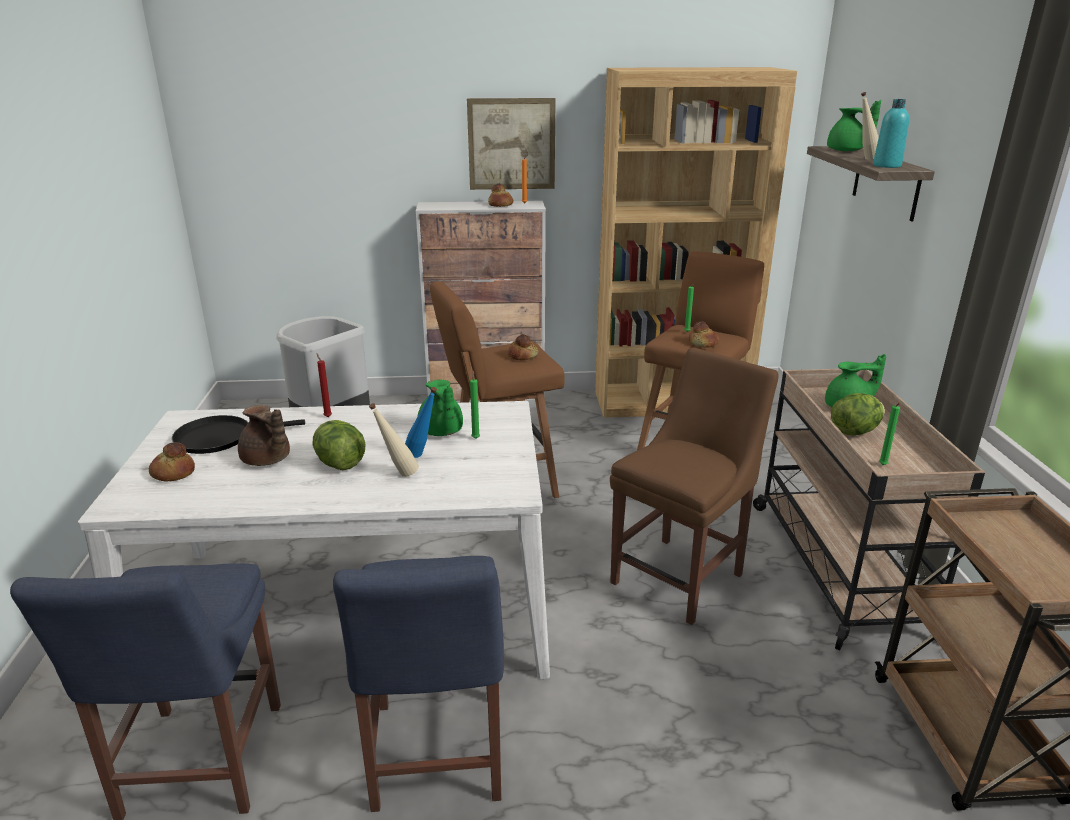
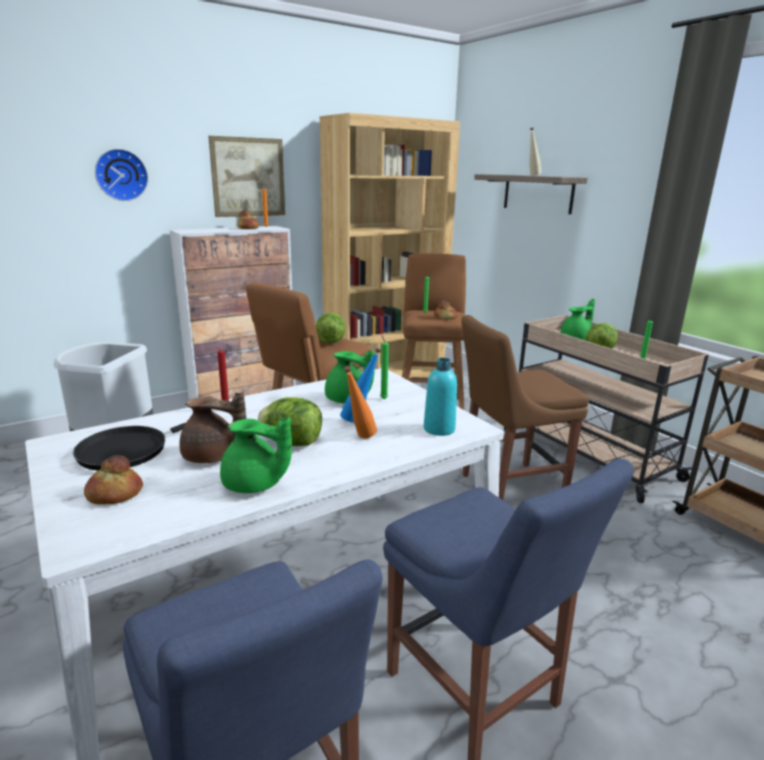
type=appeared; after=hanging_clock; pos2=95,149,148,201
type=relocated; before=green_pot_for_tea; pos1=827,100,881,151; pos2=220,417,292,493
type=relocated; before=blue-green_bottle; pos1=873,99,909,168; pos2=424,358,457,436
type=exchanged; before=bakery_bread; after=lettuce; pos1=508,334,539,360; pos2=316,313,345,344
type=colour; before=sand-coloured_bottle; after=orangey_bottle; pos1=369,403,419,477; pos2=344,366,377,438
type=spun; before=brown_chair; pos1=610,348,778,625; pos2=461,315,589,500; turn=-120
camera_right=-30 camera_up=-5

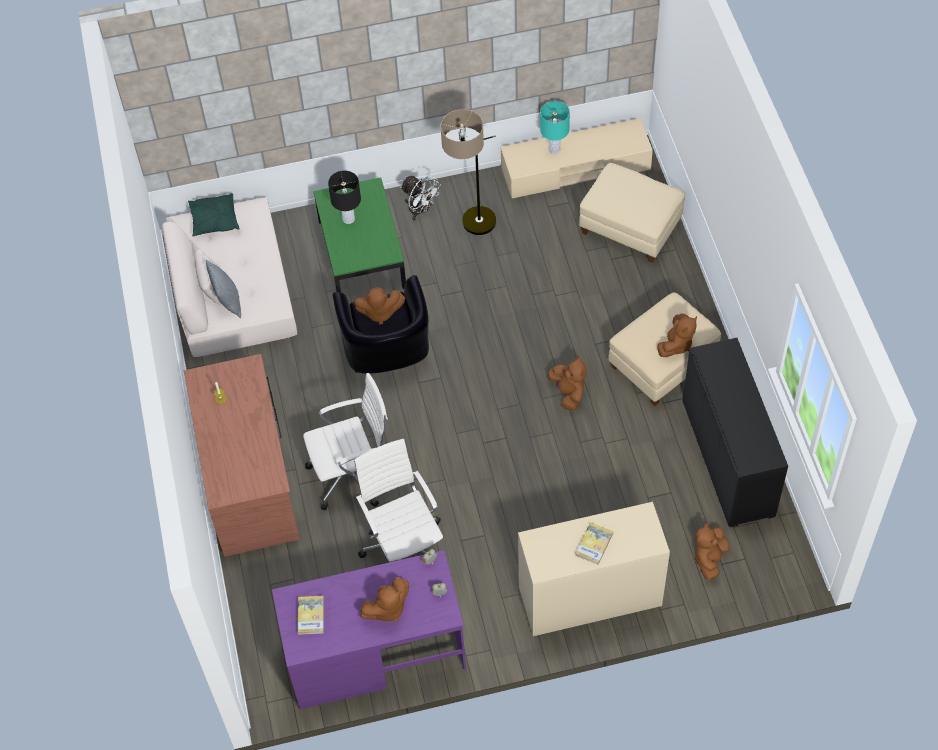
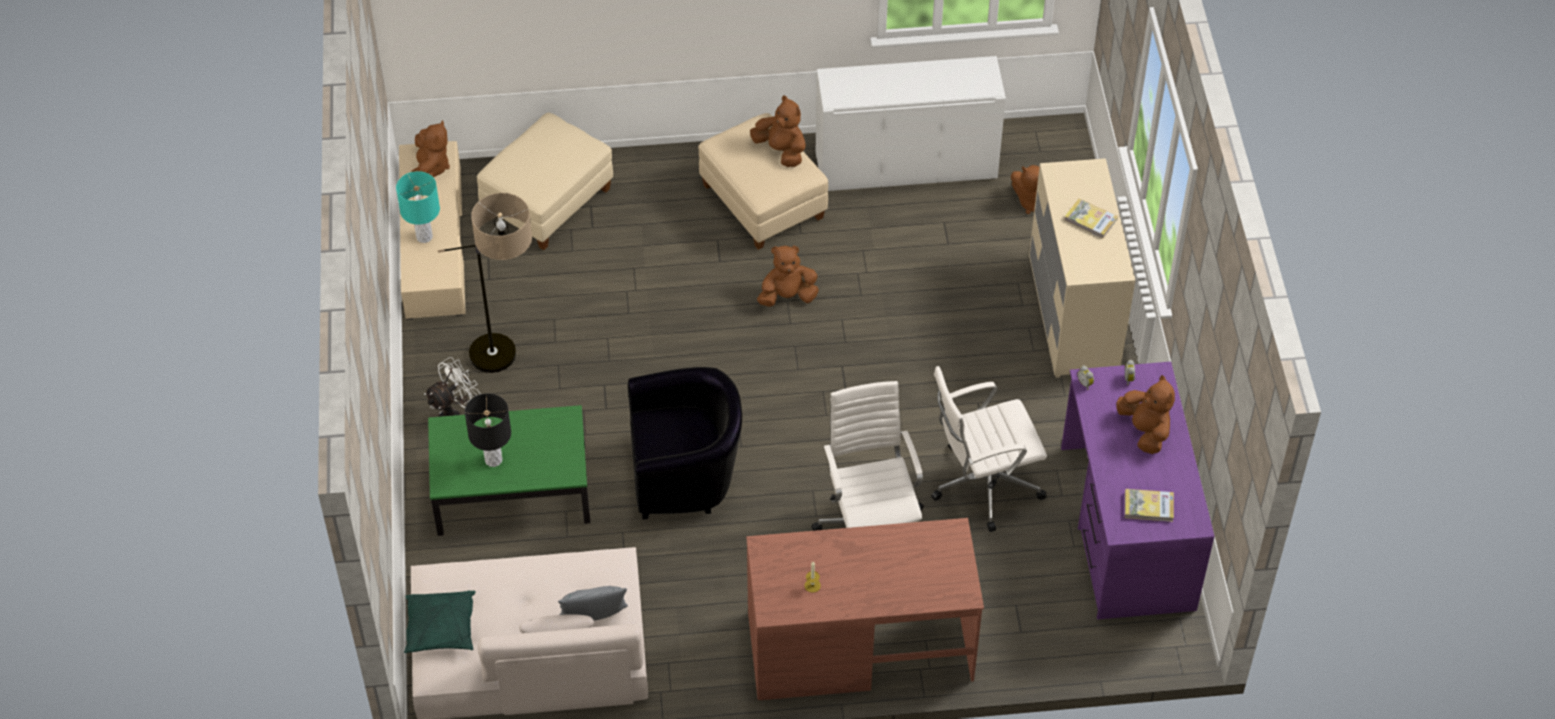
type=relocated; before=brown_cuddly_toy; pos1=354,287,405,325; pos2=411,120,450,178
type=colour; before=black-coloured_storage_cabinet; after=white-coloured_storage_cabinet; pos1=683,338,788,527; pos2=815,56,1006,191
camera_right=-85 camera_up=-5

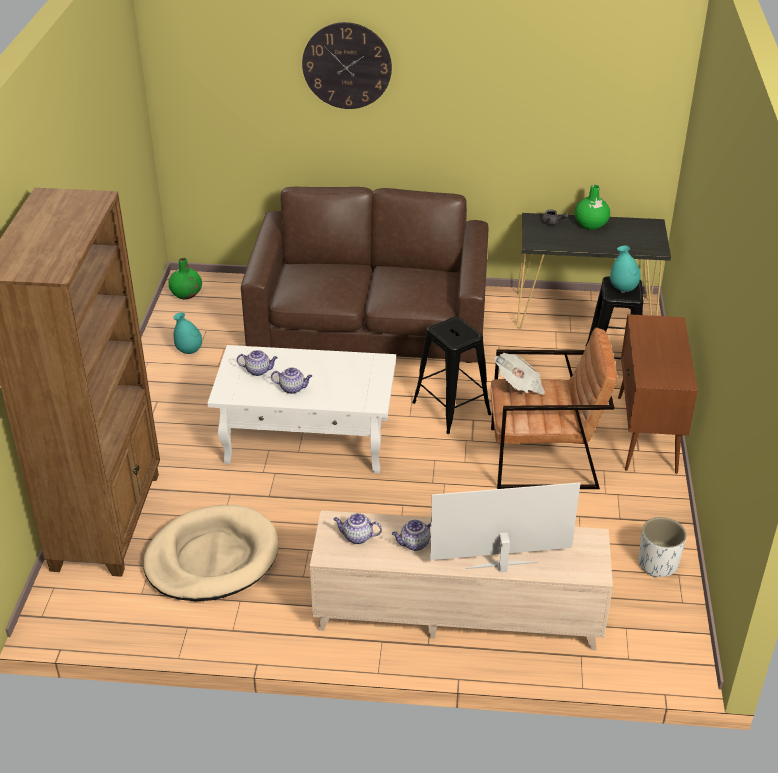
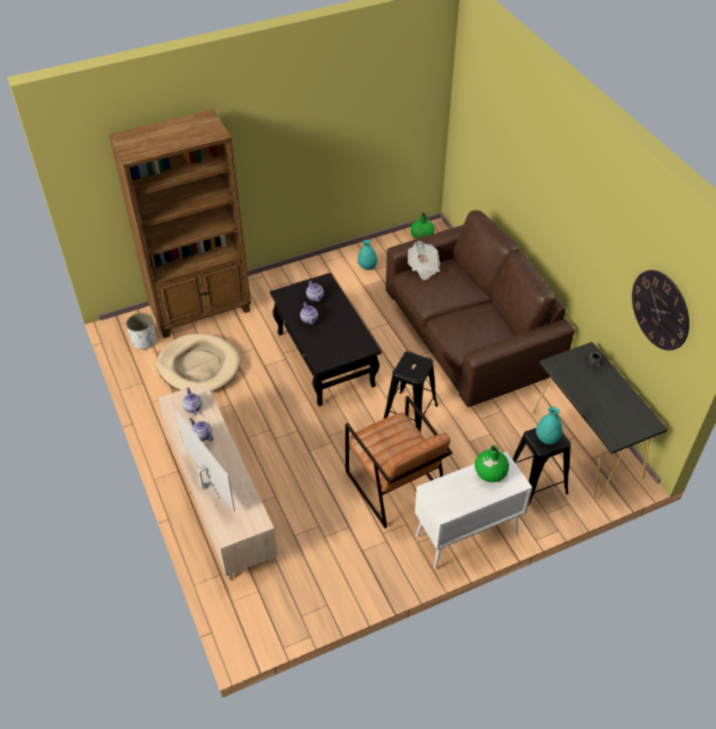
type=relocated; before=hanging_clock; pos1=302,22,392,109; pos2=632,270,689,351
type=relocated; before=printed_paper; pos1=494,353,545,395; pos2=407,241,440,280
type=relocated; before=green_decorative_vase; pos1=575,185,610,230; pos2=475,445,509,482
type=relocated; before=white-coloured_plant_pot; pos1=638,517,687,577; pos2=126,313,156,350
type=colour; before=white-coloured_low_table; after=black-coloured_low_table; pos1=207,345,396,474; pos2=270,273,382,406
type=colour; before=brown_storage_cabinet; after=white-coloured_storage_cabinet; pos1=618,314,698,474; pos2=415,451,533,570
camera_right=60 camera_up=10

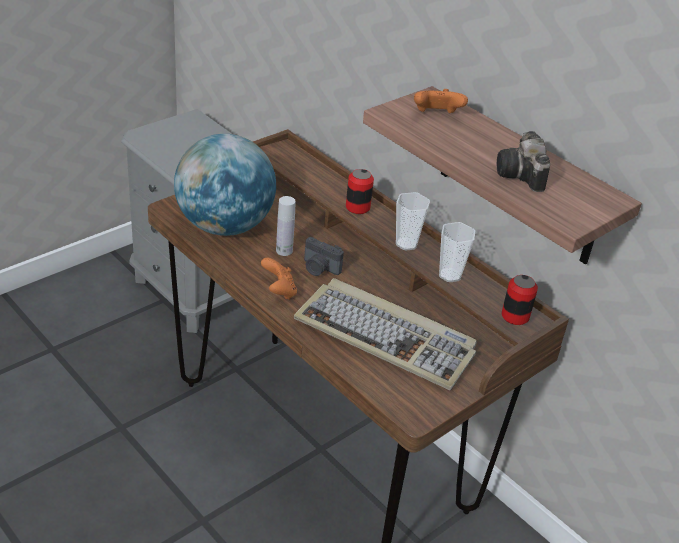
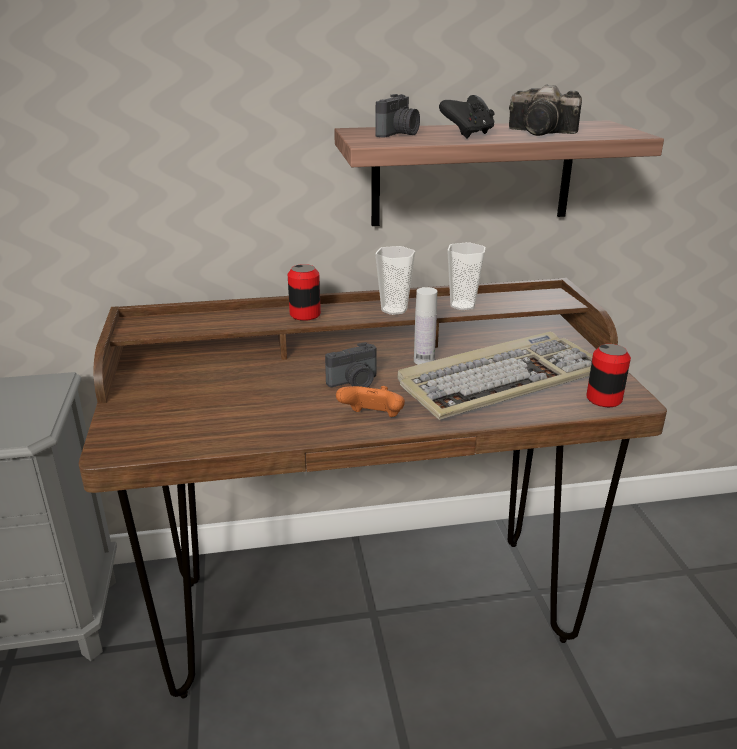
type=missing; before=globe; pos1=174,134,276,236
type=appeared; after=black-coloured_gamepad; pos2=439,95,494,139
type=relocated; before=white-coloured_bottle; pos1=276,196,296,256; pos2=414,287,437,365
type=relocated; before=metal_can; pos1=502,275,538,325; pos2=586,344,631,407
type=exchanged; before=orangey_gamepad; after=still_camera; pos1=414,89,468,113; pos2=375,94,420,137
camera_right=-55 camera_up=-10

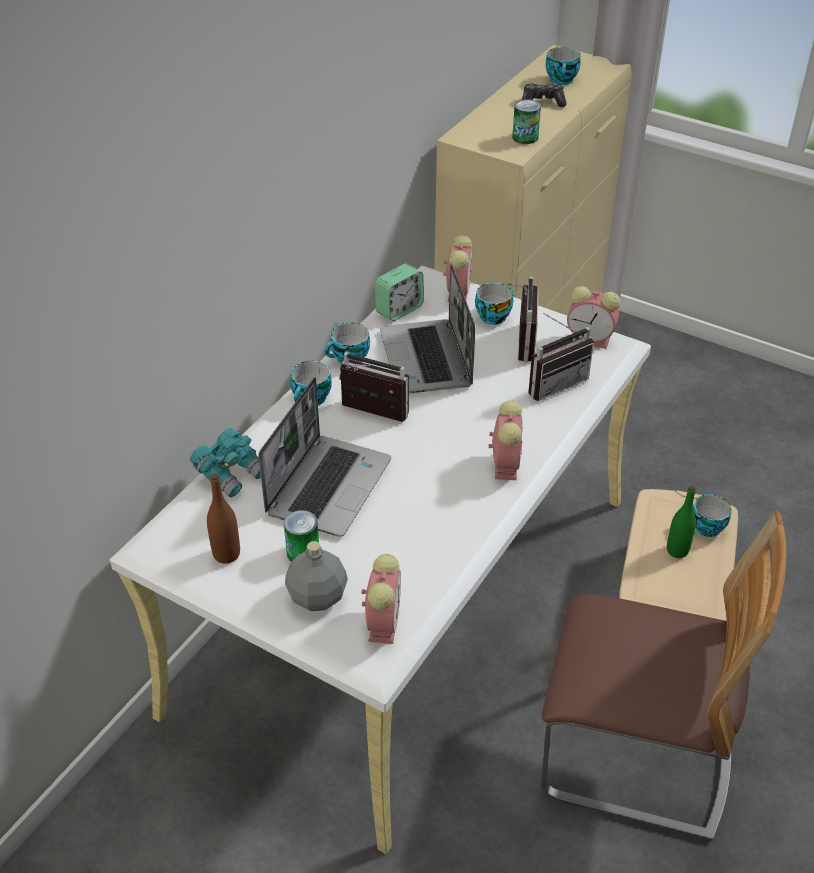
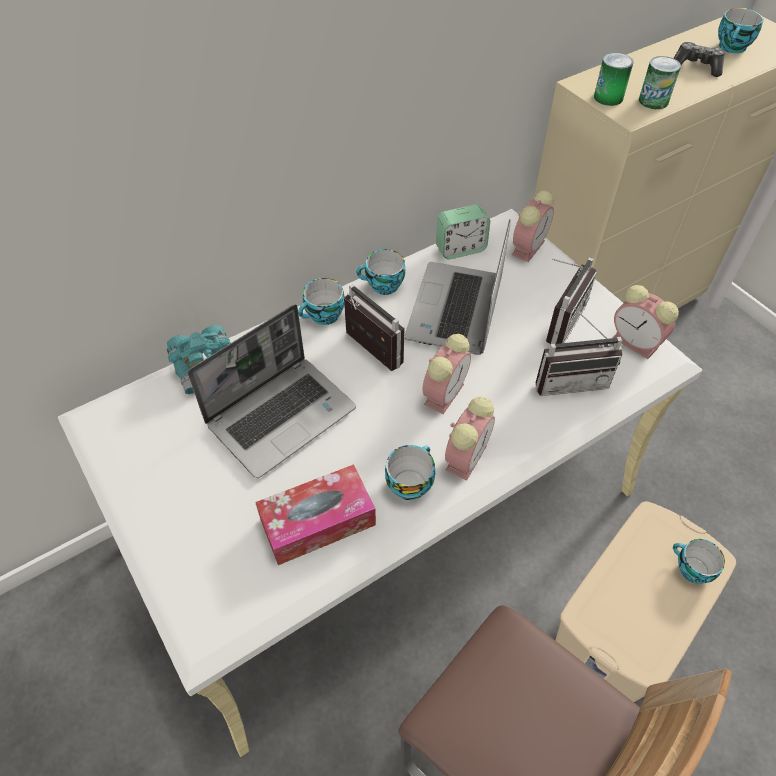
type=missing; before=brown_bottle; pos1=207,474,240,564
type=missing; before=gray_bottle; pos1=285,541,348,611
type=missing; before=green_bottle; pos1=667,485,696,558
type=appeared; after=tissue_holder; pos2=255,464,376,565
type=relocated; before=metal_can; pos1=284,510,319,561; pos2=594,53,634,106
type=relocated; before=bedside_clock; pos1=361,554,401,644; pos2=423,334,471,414
type=relocated; before=small_cup; pos1=475,282,513,325; pos2=385,445,435,500
camera_right=25 camera_up=10

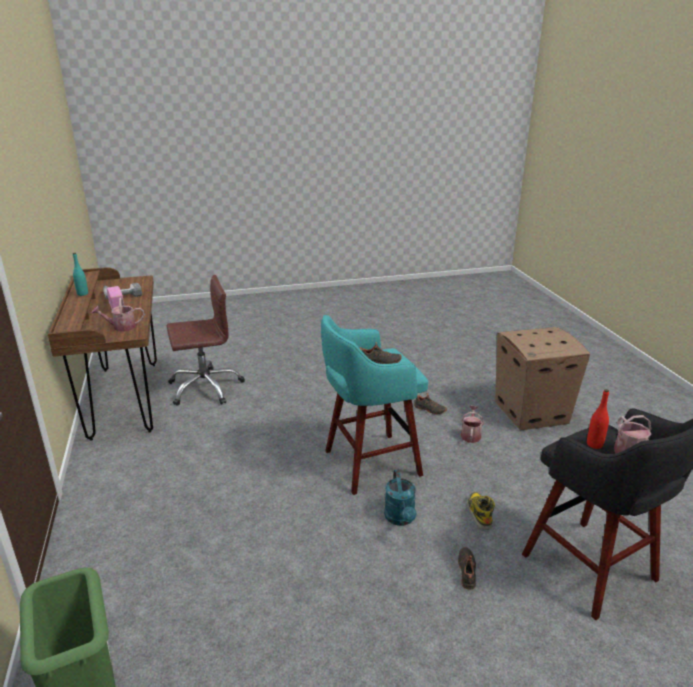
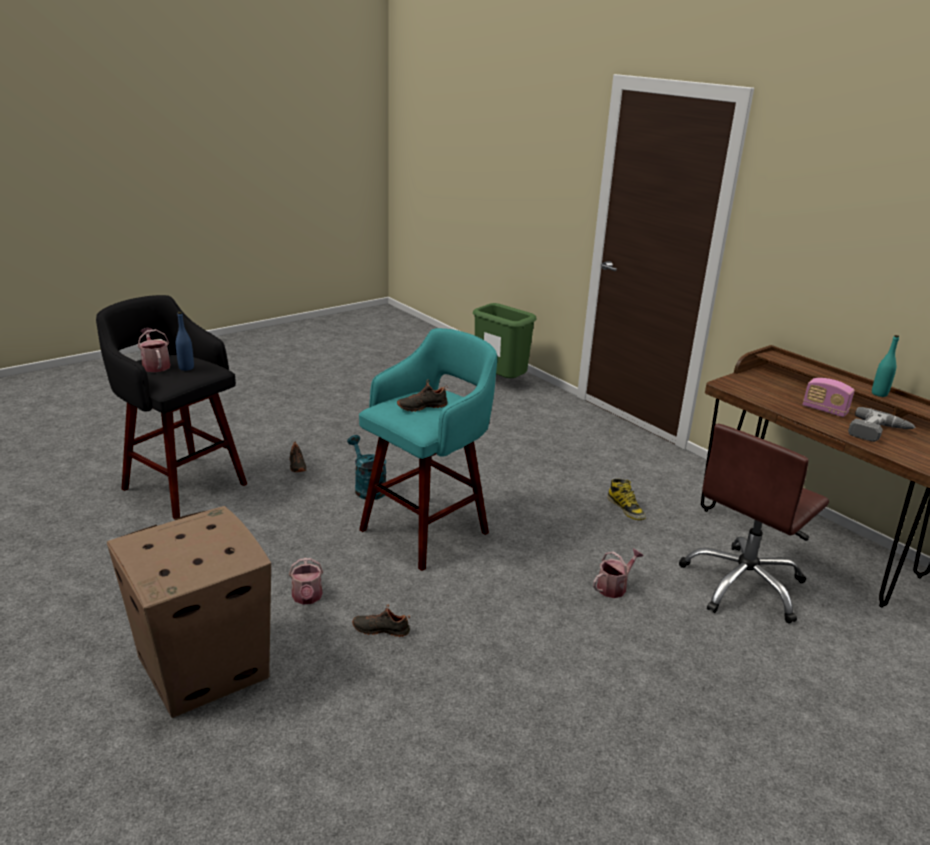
type=relocated; before=watering_can; pos1=92,298,145,332; pos2=593,548,644,598
type=relocated; before=boot; pos1=468,492,495,530; pos2=607,479,646,520
type=colour; before=reddish_bottle; after=blue-coloured_bottle; pos1=587,389,609,449; pos2=176,312,194,371
camera_right=155 camera_up=0

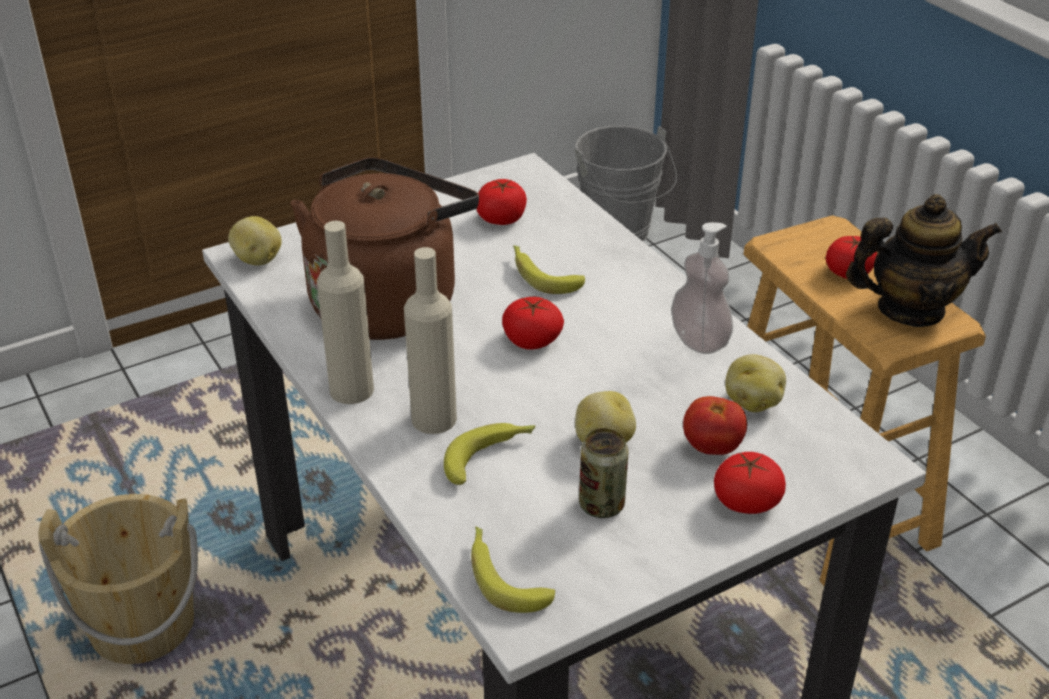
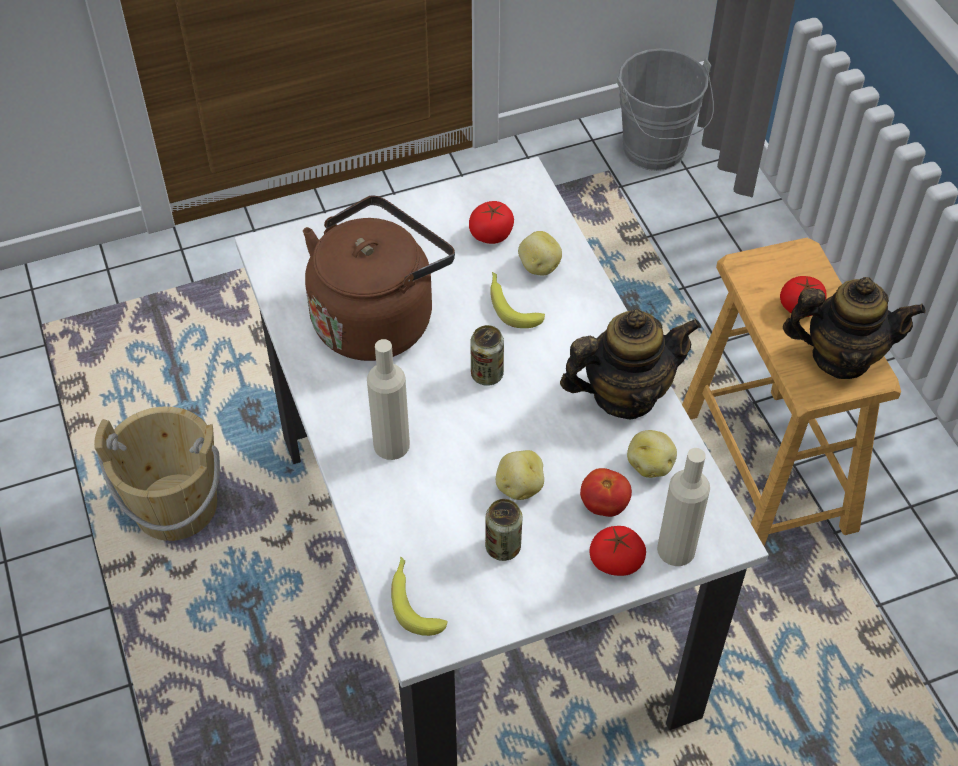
type=missing; before=banana; pos1=444,423,535,485
type=relocated; before=spud; pos1=228,216,282,266; pos2=518,231,562,276
type=relocated; before=sand-coloured_bottle; pos1=317,221,374,404; pos2=657,448,710,566
type=exchanged; before=fresh_tomato; after=metal_can; pos1=502,297,564,350; pos2=470,325,504,386
type=exchanged; before=soap_bottle; after=pot_for_tea; pos1=671,222,733,354; pos2=560,309,701,419
camera_right=10 camera_up=15

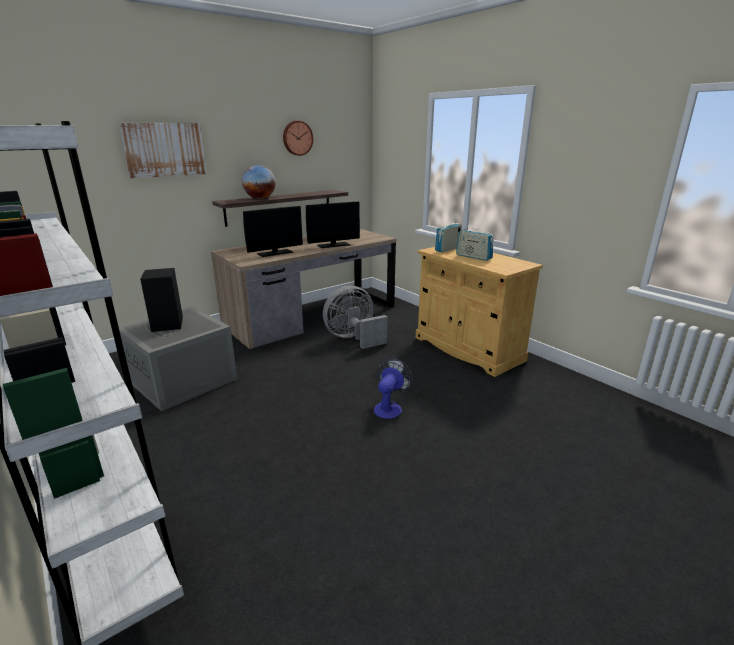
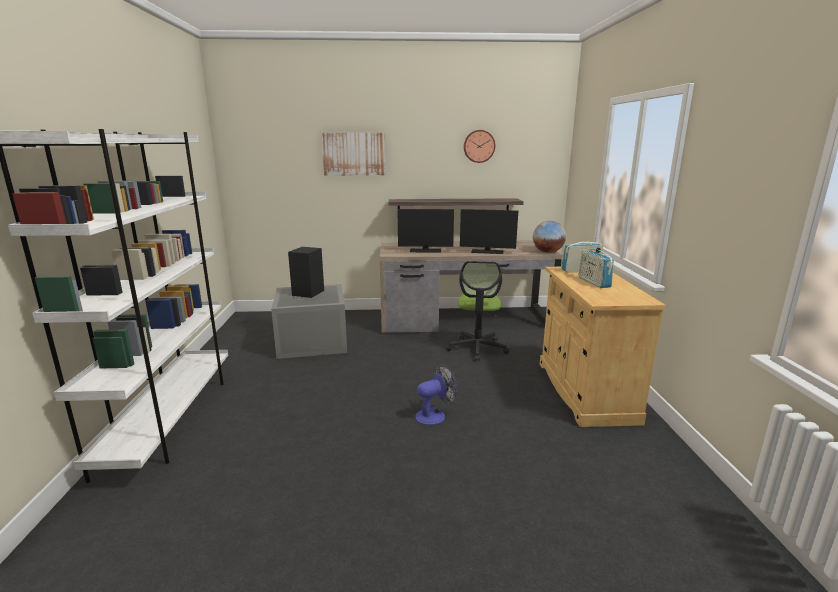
type=relocated; before=globe; pos1=242,165,275,199; pos2=533,221,566,253
type=exchanged; before=gray_electric_fan; after=desk_chair; pos1=323,286,388,349; pos2=446,261,510,361
camera_right=35 camera_up=-5

